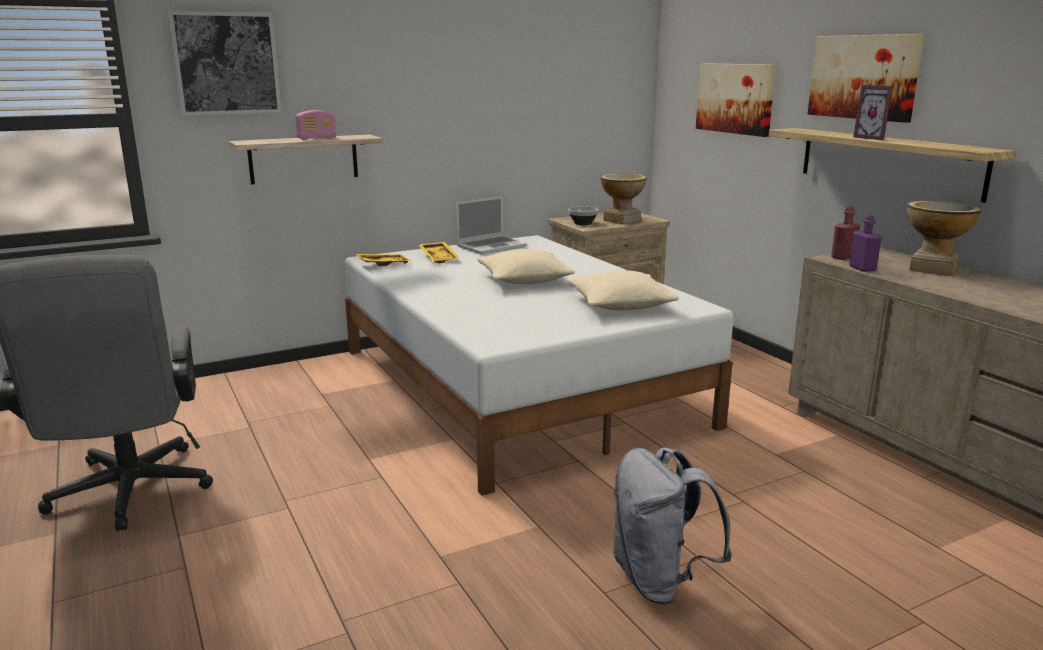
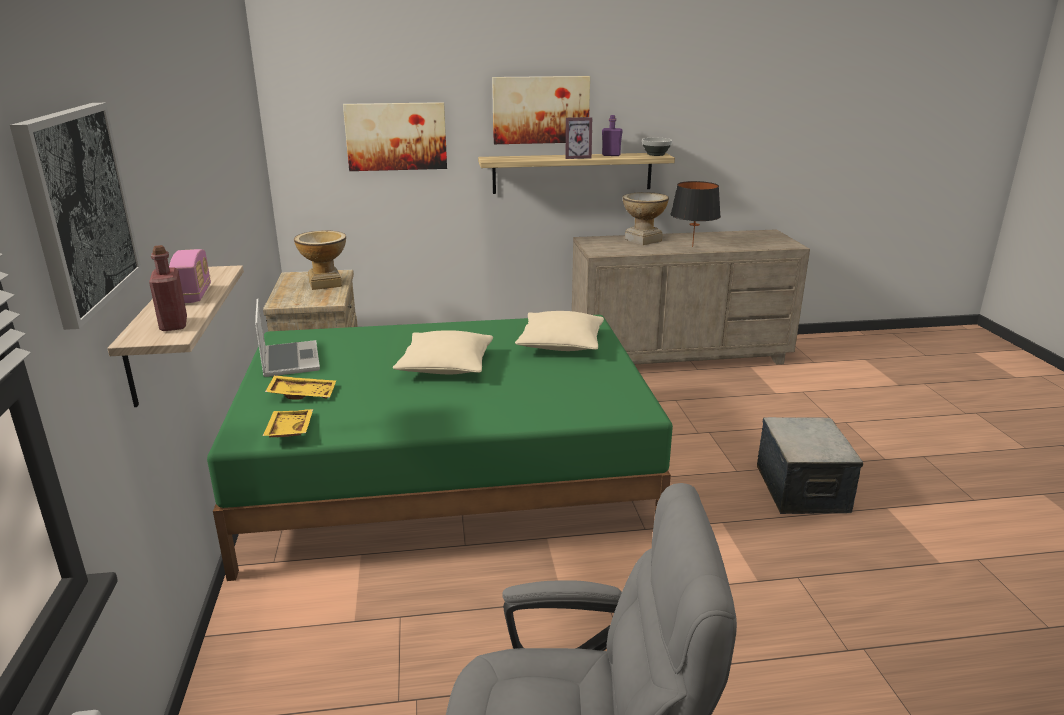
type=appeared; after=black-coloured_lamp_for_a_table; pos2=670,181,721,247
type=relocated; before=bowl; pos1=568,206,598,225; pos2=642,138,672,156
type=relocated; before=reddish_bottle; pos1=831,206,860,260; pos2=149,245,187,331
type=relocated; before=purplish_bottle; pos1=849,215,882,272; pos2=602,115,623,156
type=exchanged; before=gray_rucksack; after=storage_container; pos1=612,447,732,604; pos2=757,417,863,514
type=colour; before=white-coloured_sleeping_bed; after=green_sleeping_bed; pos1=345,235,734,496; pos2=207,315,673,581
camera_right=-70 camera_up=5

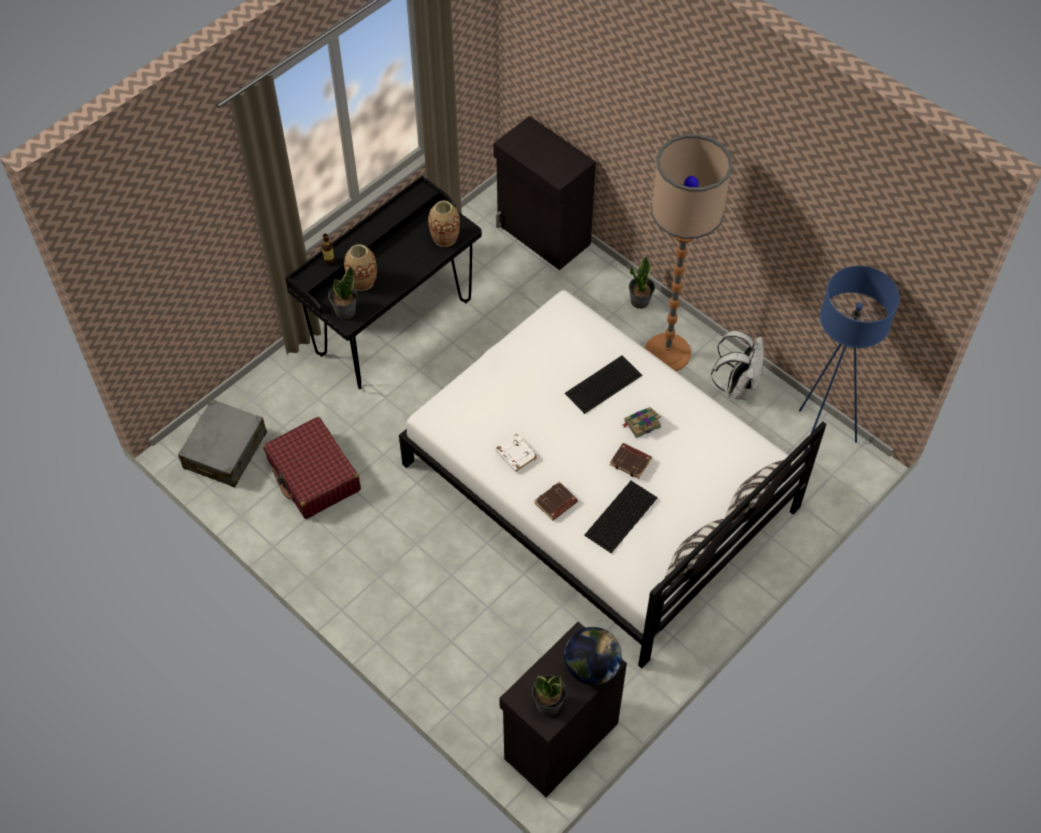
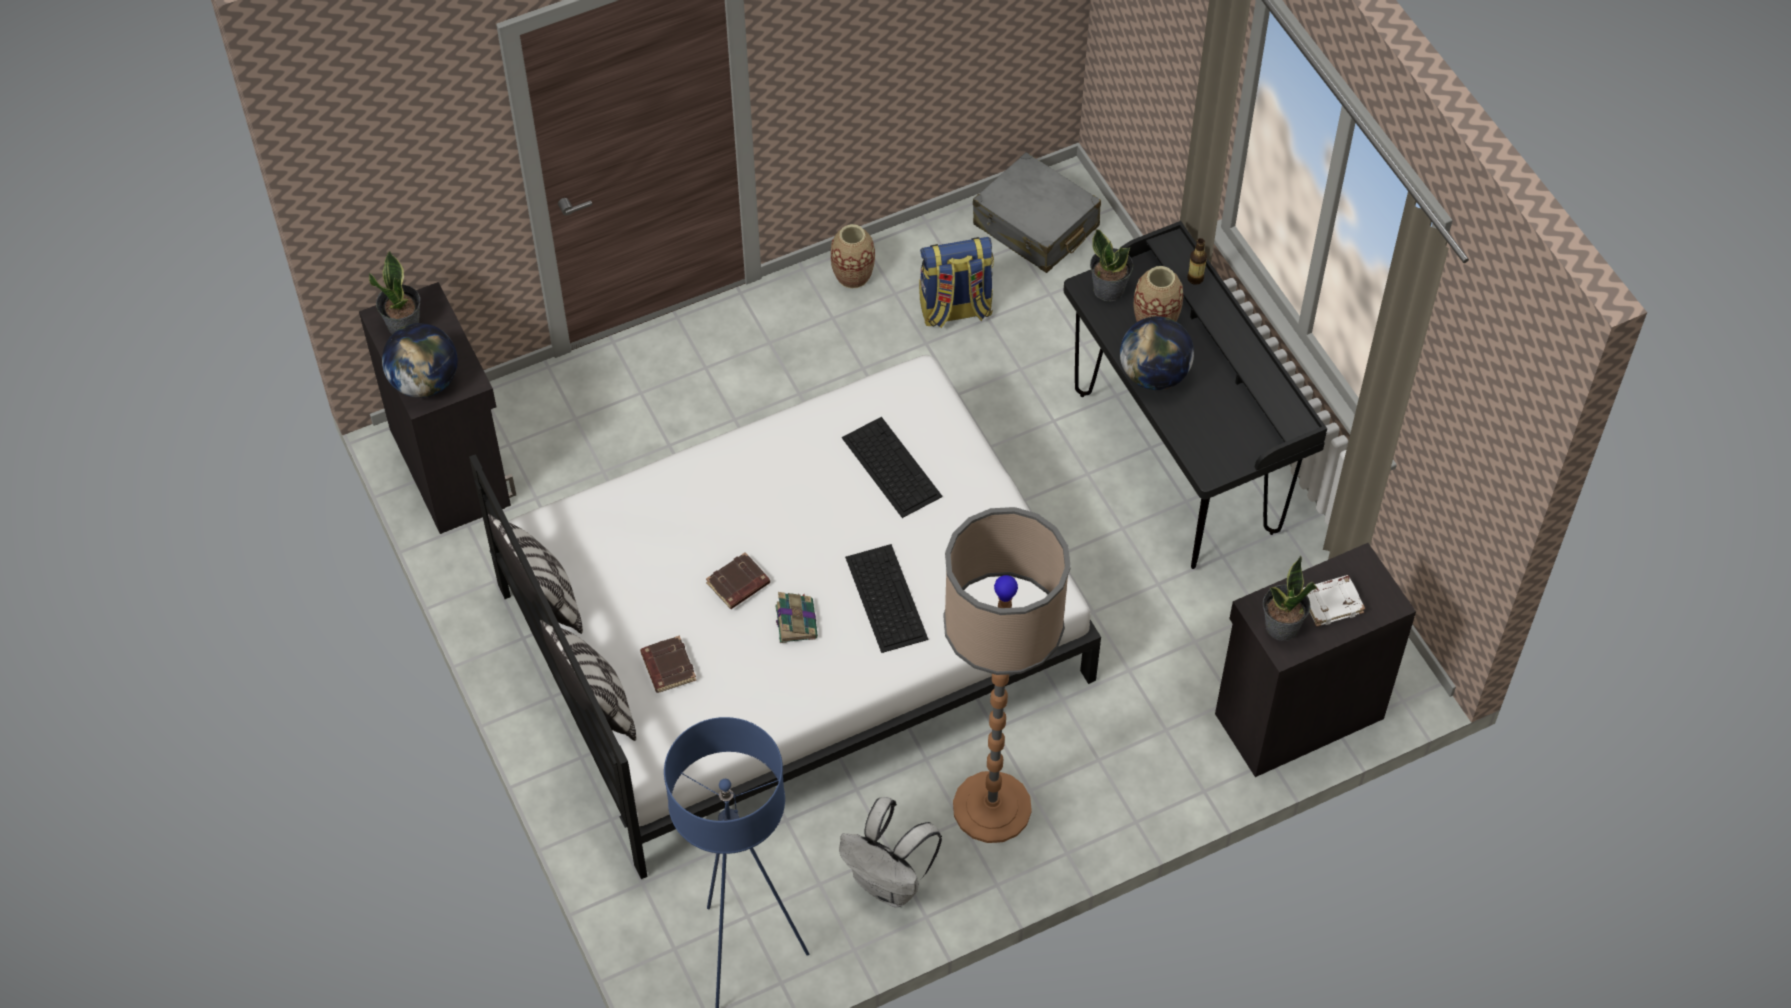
type=appeared; after=globe; pos2=1120,316,1194,390
type=relocated; before=decorative_vase; pos1=428,201,460,247; pos2=831,224,875,288
type=relocated; before=white-coloured_book; pos1=495,434,537,472; pos2=1303,575,1365,627
type=relocated; before=brown_book; pos1=534,481,578,521; pos2=640,635,696,693
type=relocated; before=keyboard; pos1=584,481,658,553; pos2=842,417,943,518
type=relocated; before=plant_in_a_pot; pos1=629,256,655,309; pos2=1263,555,1317,641
type=exchanged; before=reddish_travel_case; after=rucksack; pos1=263,417,361,519; pos2=919,237,994,328
camera_right=110 camera_up=0

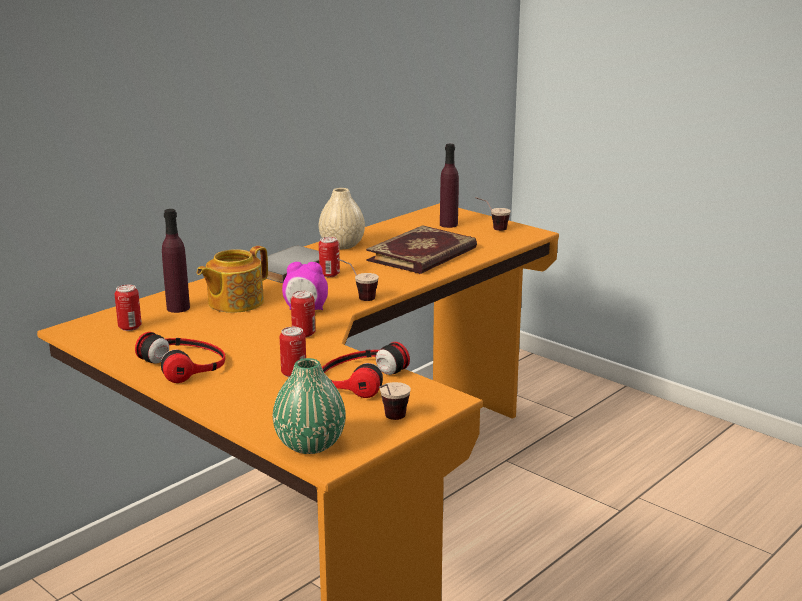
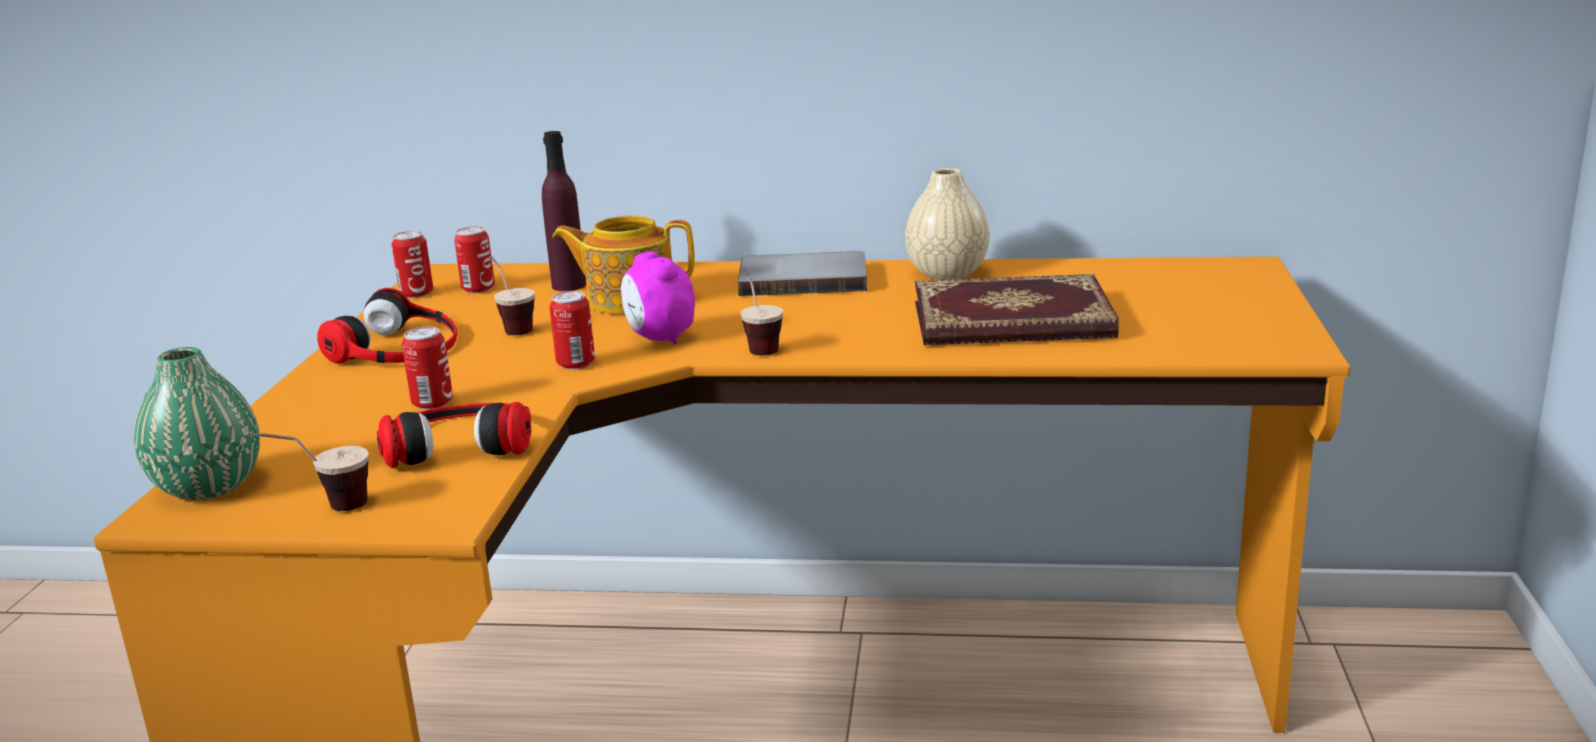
type=missing; before=purplish_bottle; pos1=440,144,459,228
type=relocated; before=metal_can; pos1=319,237,340,277; pos2=392,231,433,298
type=relocated; before=small_cup; pos1=475,197,511,231; pos2=490,256,535,335
camera_right=55 camera_up=0

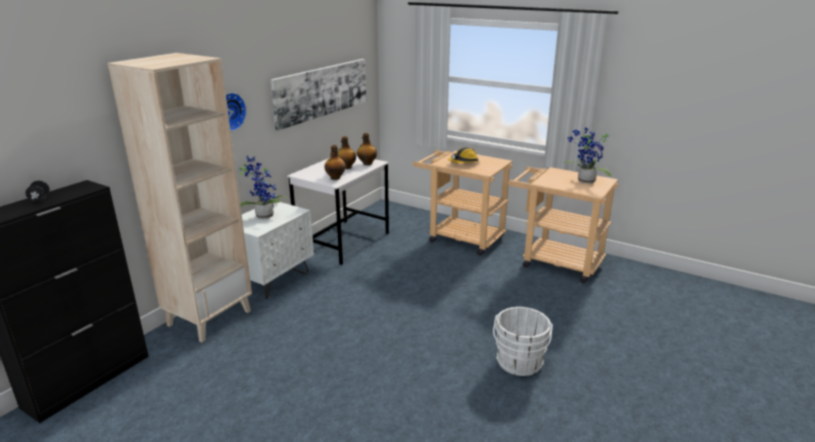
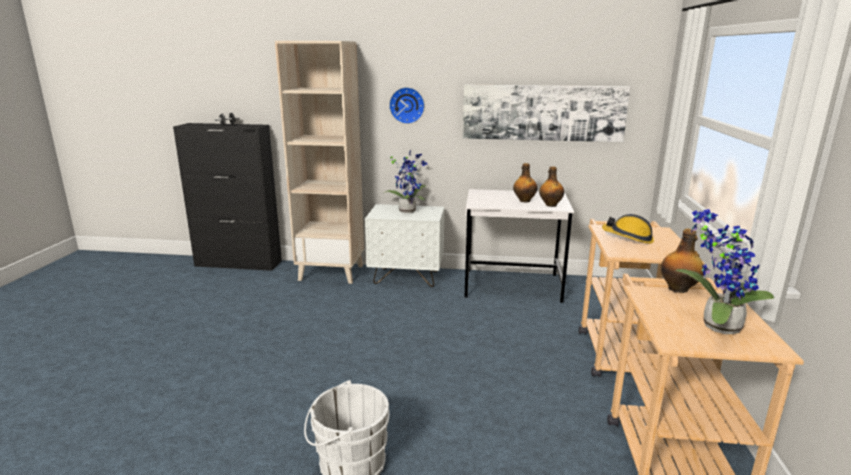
type=relocated; before=bottle; pos1=324,145,346,180; pos2=661,229,704,293
camera_right=65 camera_up=-5

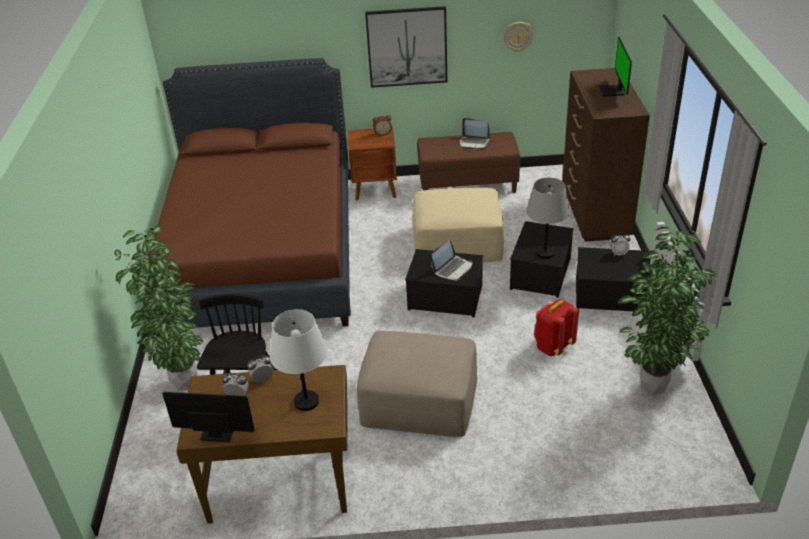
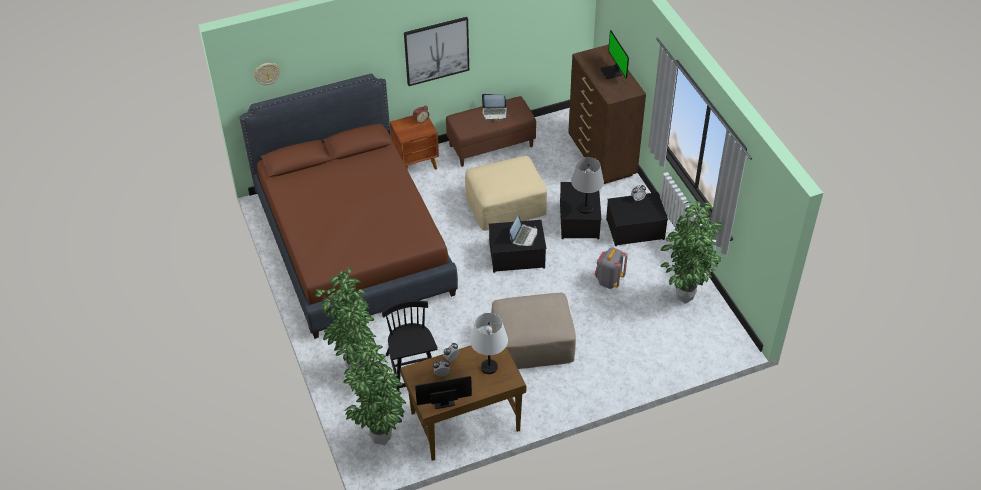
type=appeared; after=plant_in_a_pot; pos2=344,339,406,445
type=relocated; before=hanging_clock; pos1=503,22,534,52; pos2=254,63,280,85
type=colour; before=reddish_rucksack; after=gray_rucksack; pos1=534,299,579,356; pos2=595,247,628,289
camera_right=-20 camera_up=10

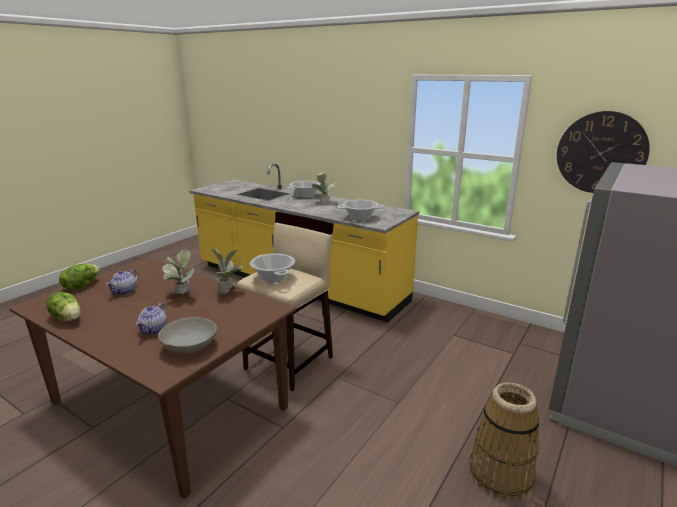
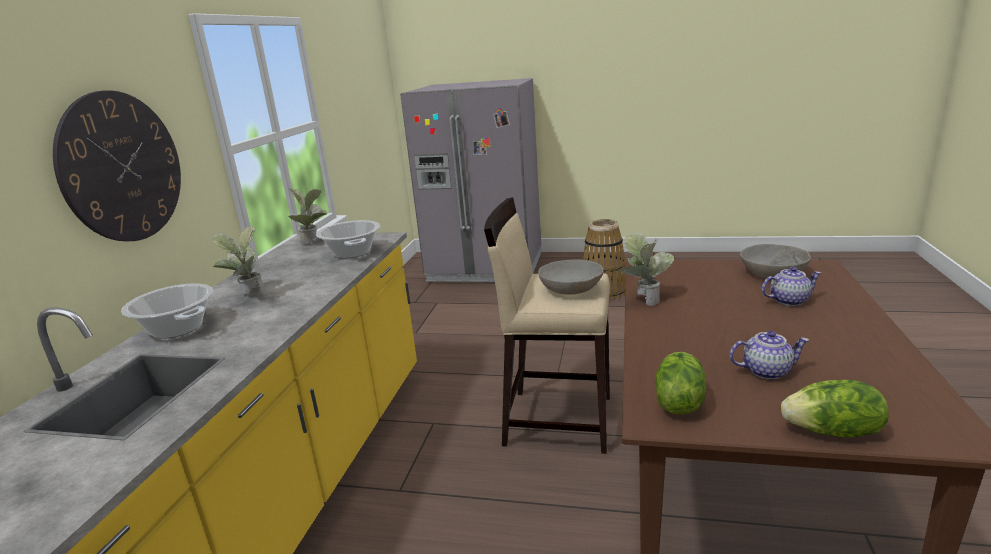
type=relocated; before=lettuce; pos1=47,292,81,321; pos2=655,352,706,415
type=relocated; before=plant_in_a_pot; pos1=162,249,194,294; pos2=289,188,327,245
type=relocated; before=hanging_clock; pos1=557,111,650,193; pos2=53,90,181,241
type=exchanged; before=cooking_pot; after=gray_bowl; pos1=250,253,295,283; pos2=538,259,604,295
camera_right=-110 camera_up=0

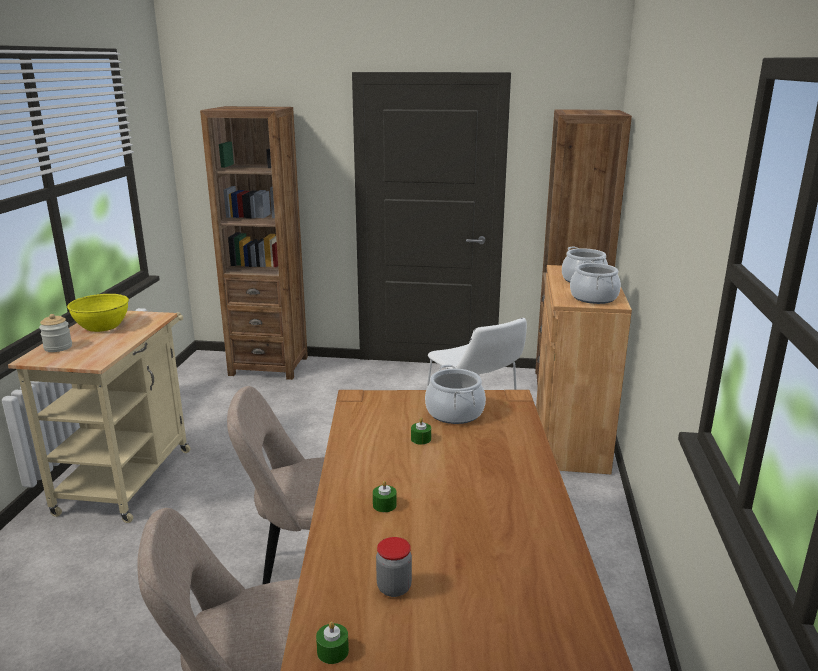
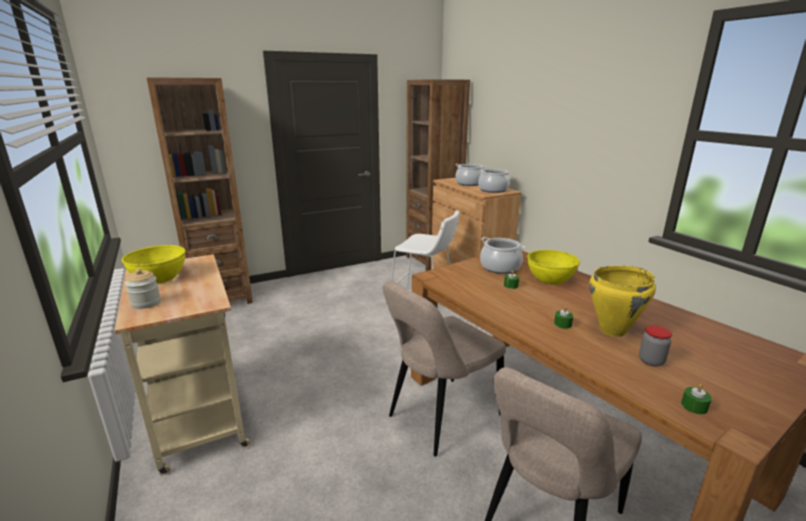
type=appeared; after=yellow_bowl; pos2=527,250,580,285
type=appeared; after=yellow_cooking_pot; pos2=589,266,656,337
camera_right=-35 camera_up=0

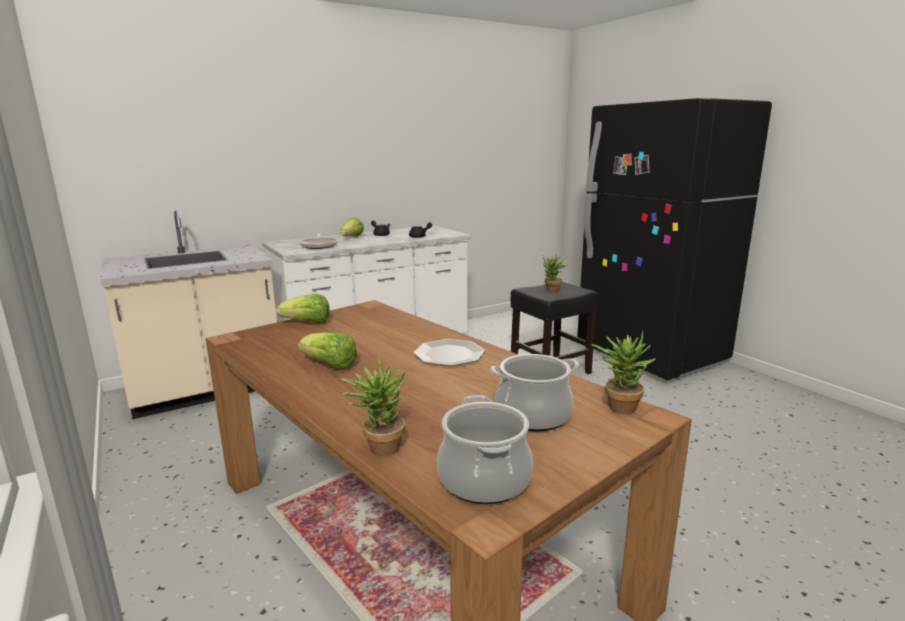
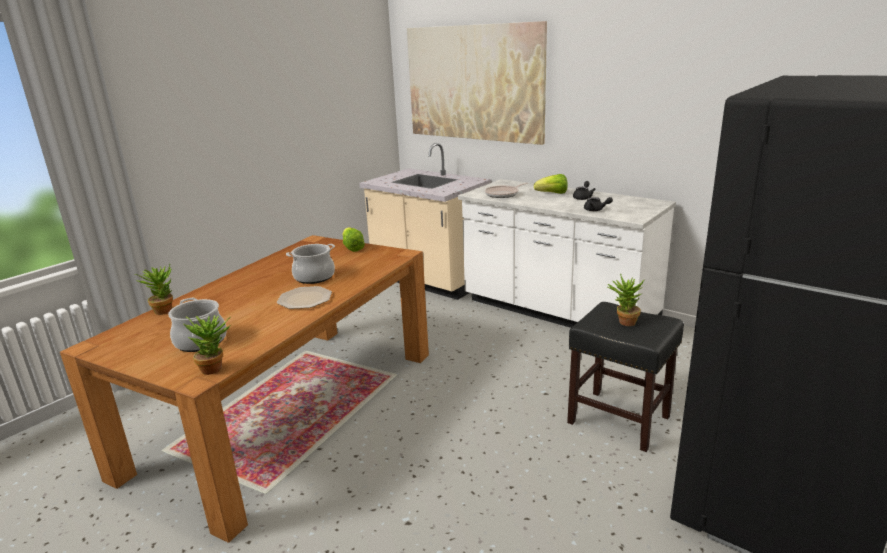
type=missing; before=lettuce; pos1=298,332,357,370
type=appeared; after=wall_art; pos2=407,21,547,145
type=relocated; before=cooking_pot; pos1=437,395,533,504; pos2=286,244,335,284
camera_right=70 camera_up=5

